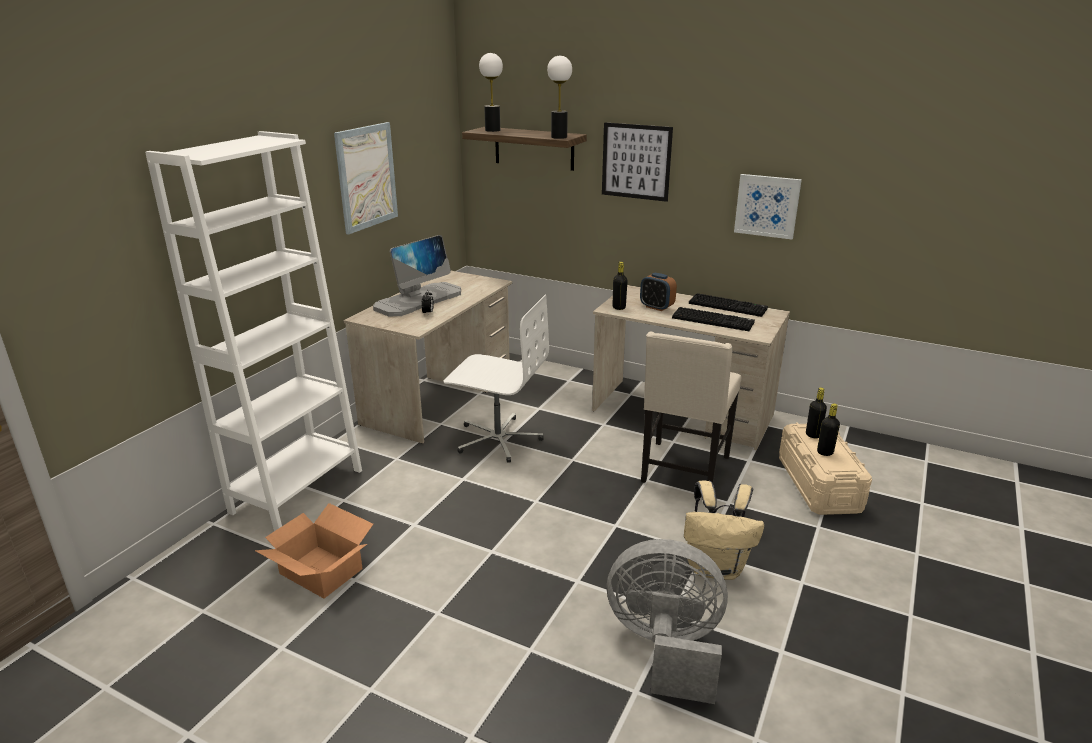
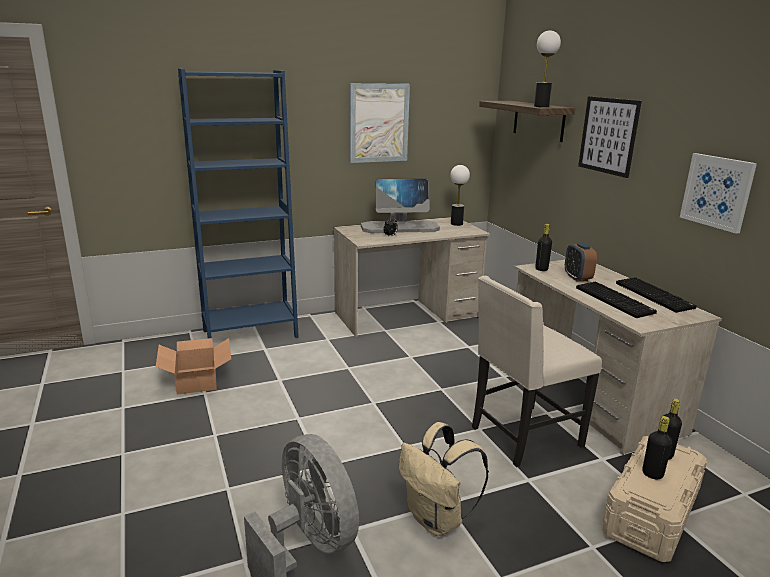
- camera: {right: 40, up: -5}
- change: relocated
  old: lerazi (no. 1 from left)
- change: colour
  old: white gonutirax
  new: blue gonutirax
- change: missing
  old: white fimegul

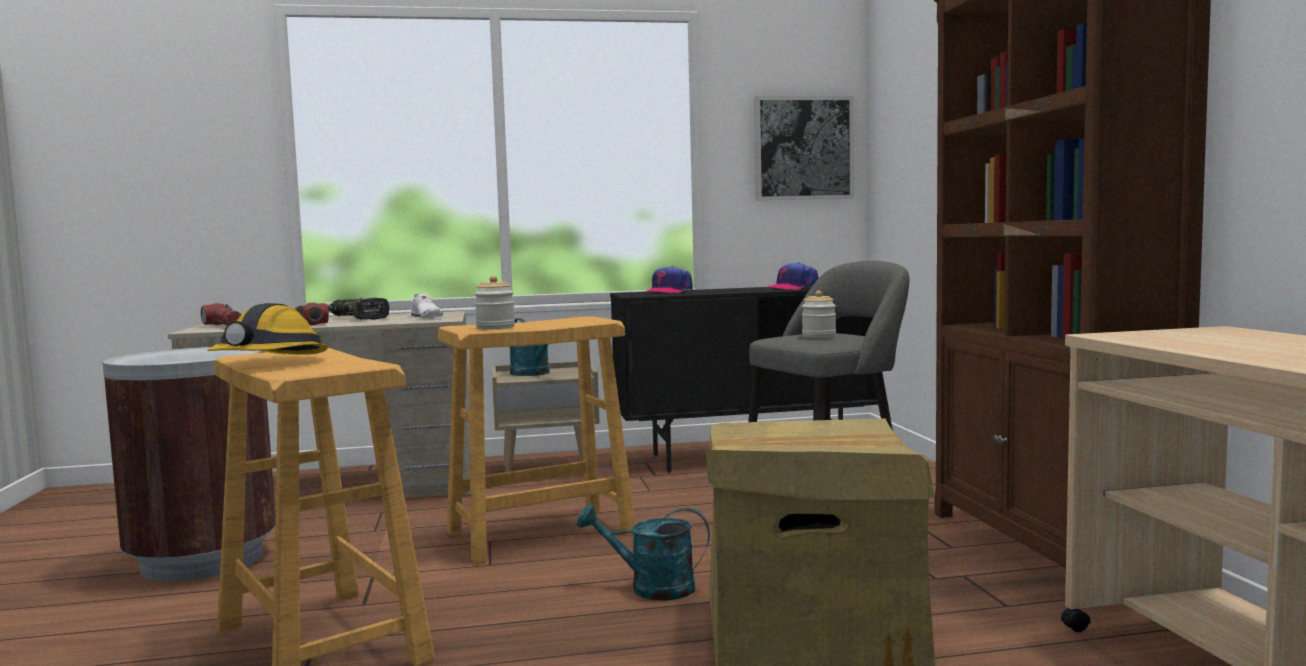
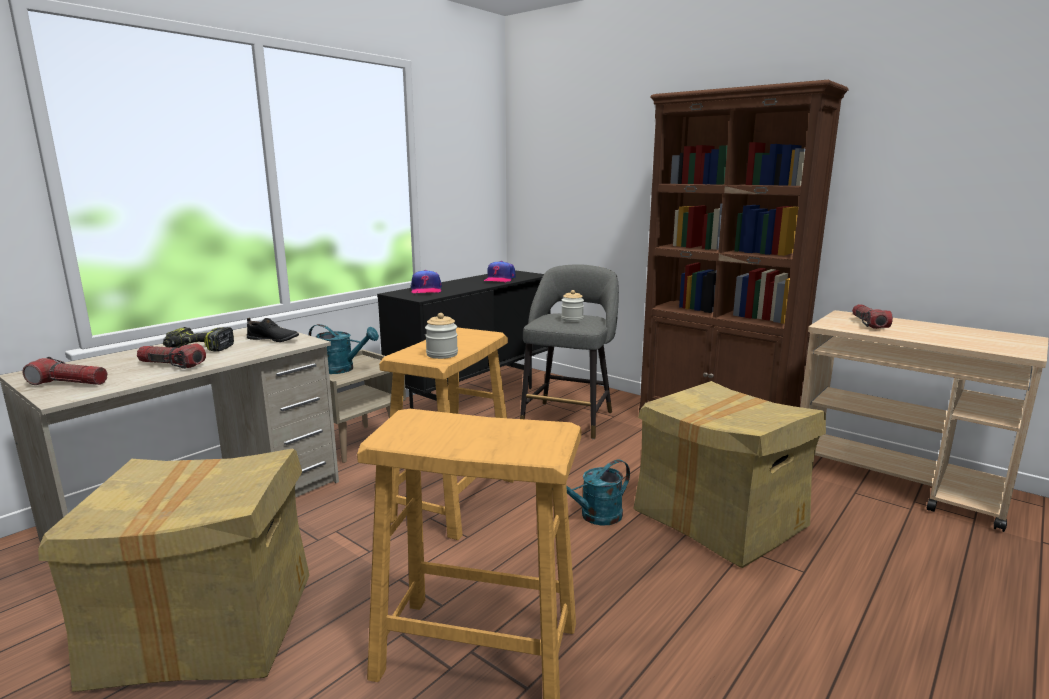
- camera: {right: -40, up: 10}
- change: missing
  old: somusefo
- change: colour
  old: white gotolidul
  new: black gotolidul
- change: missing
  old: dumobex
- change: exchanged
  old: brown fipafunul
  new: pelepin (no. 1 from left)
- change: appeared
  new: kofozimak (no. 3 from left)

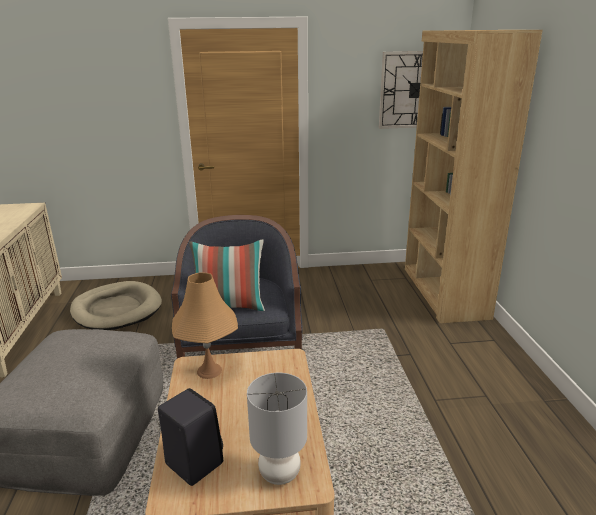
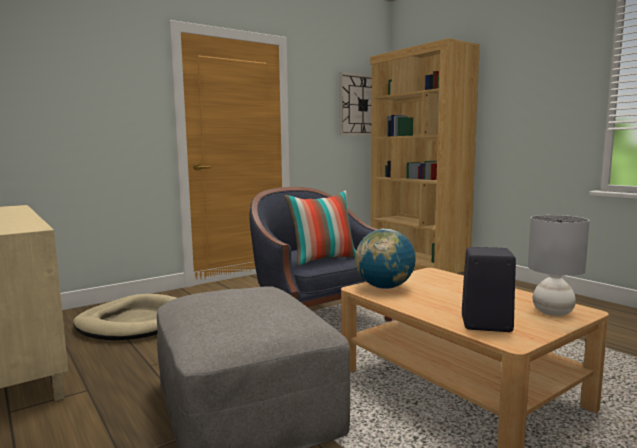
- camera: {right: -30, up: -15}
- change: exchanged
  old: orange lerazi
  new: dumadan

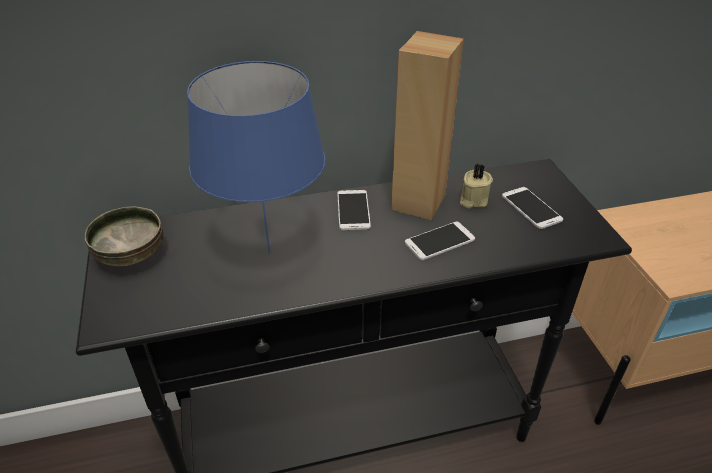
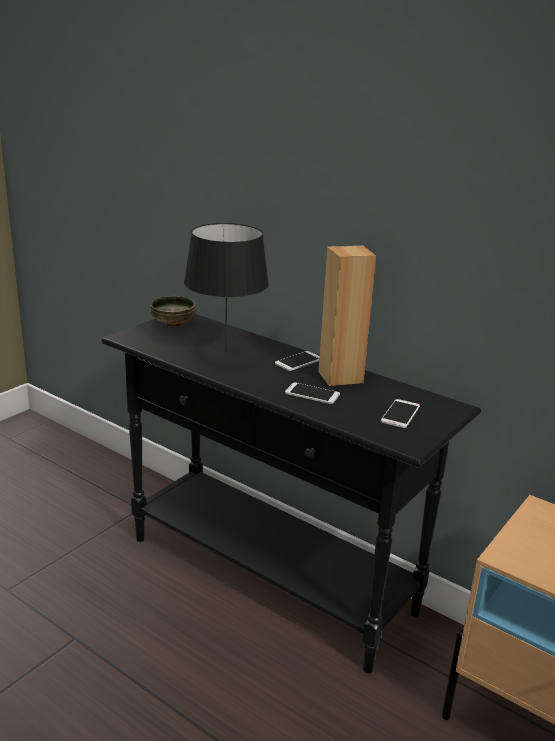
- camera: {right: 50, up: -15}
- change: colour
  old: blue lerazi
  new: black lerazi
- change: missing
  old: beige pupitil

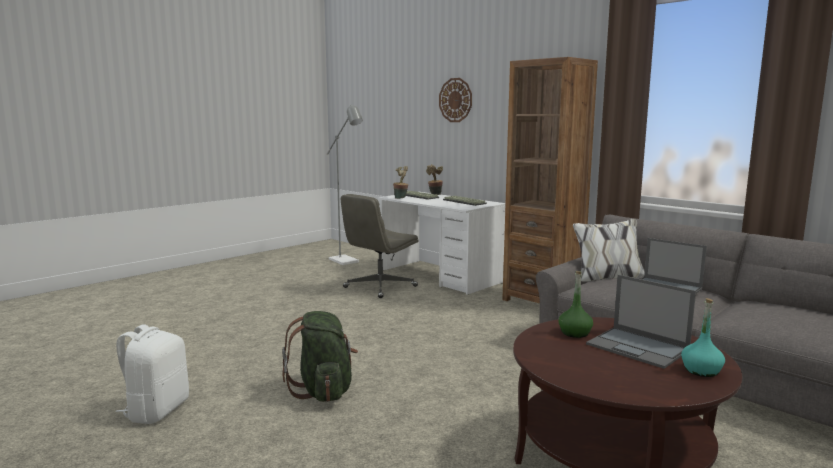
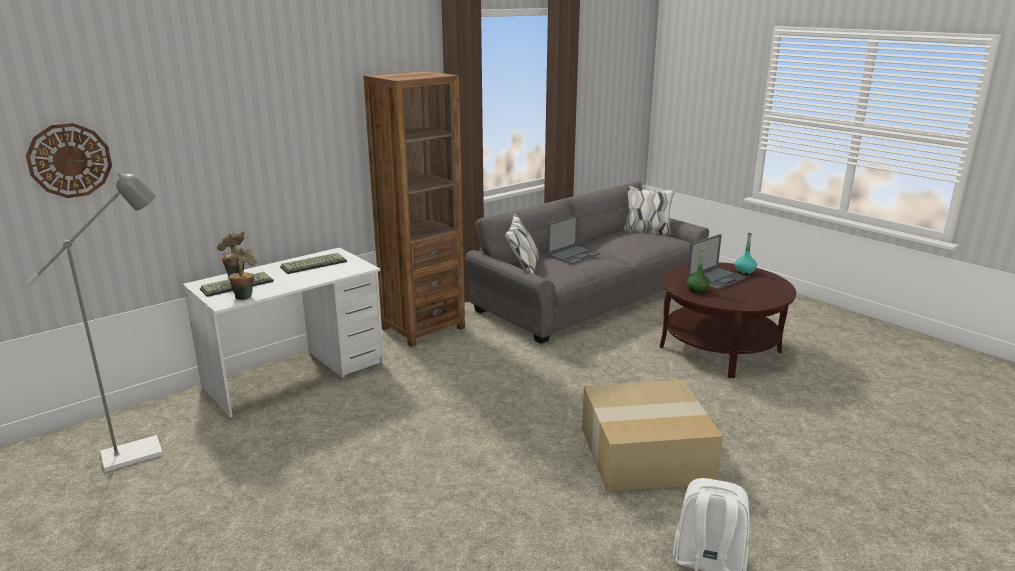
- camera: {right: -85, up: 10}
- change: relocated
  old: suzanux
- change: missing
  old: grey fimegul
- change: exchanged
  old: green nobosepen
  new: pelepin

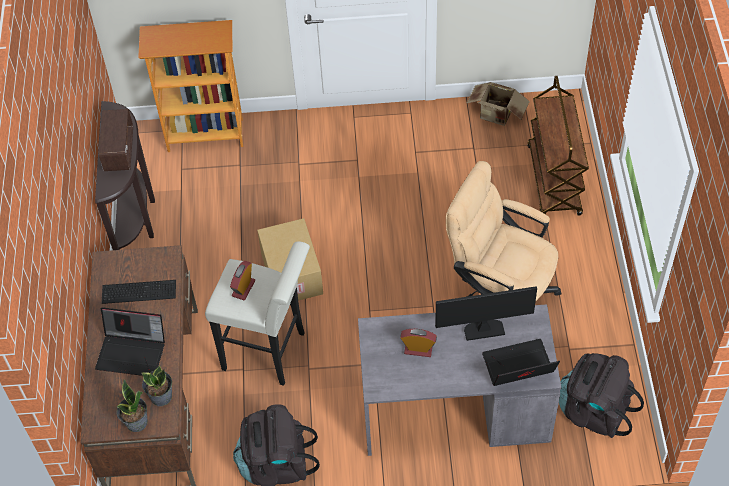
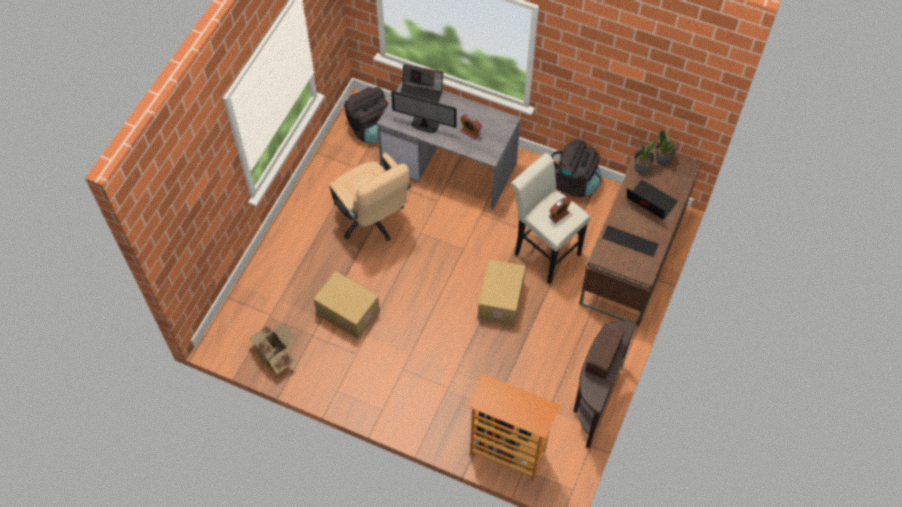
- camera: {right: -155, up: 5}
- change: missing
  old: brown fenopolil
- change: appeared
  new: pelepin (no. 2 from left)

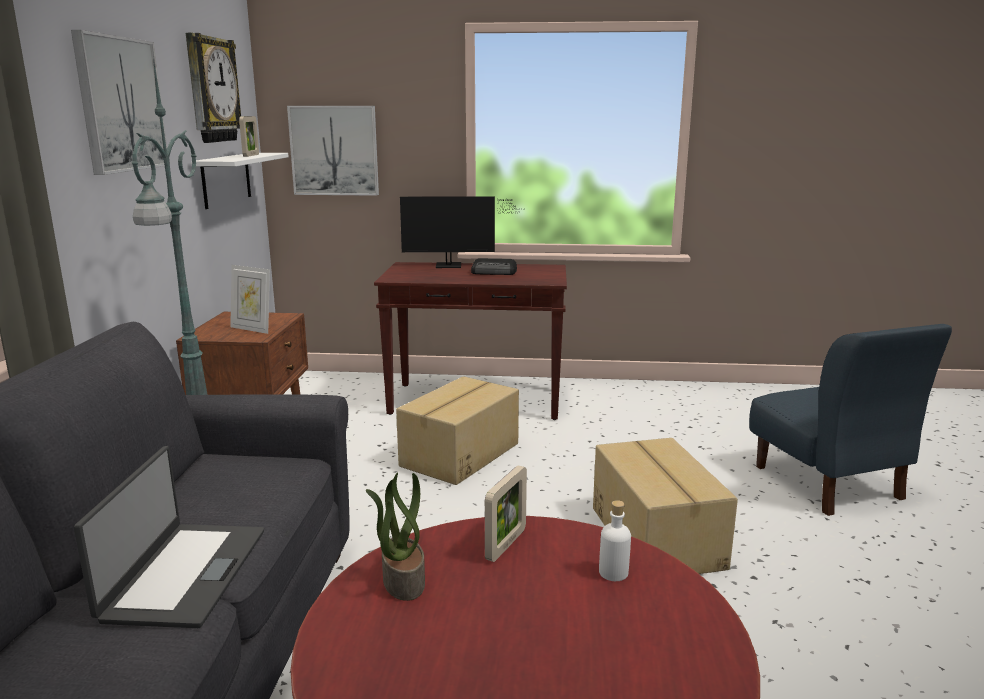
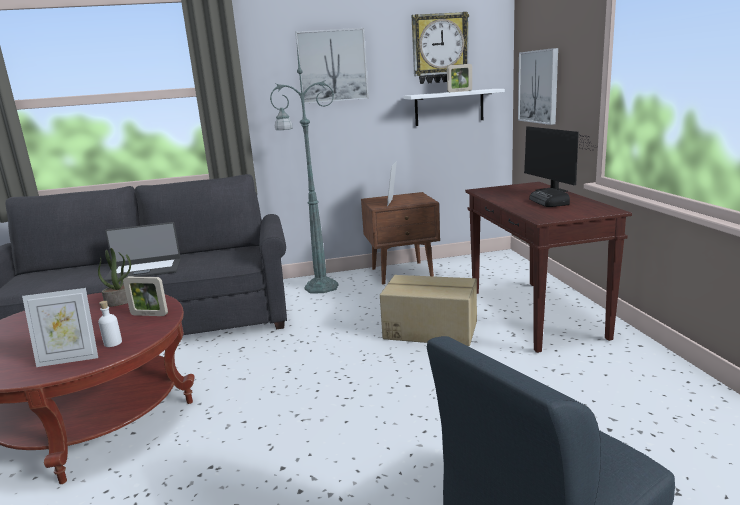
- camera: {right: 75, up: 0}
- change: missing
  old: pelepin (no. 2 from left)
- change: appeared
  new: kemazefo (no. 1 from left)

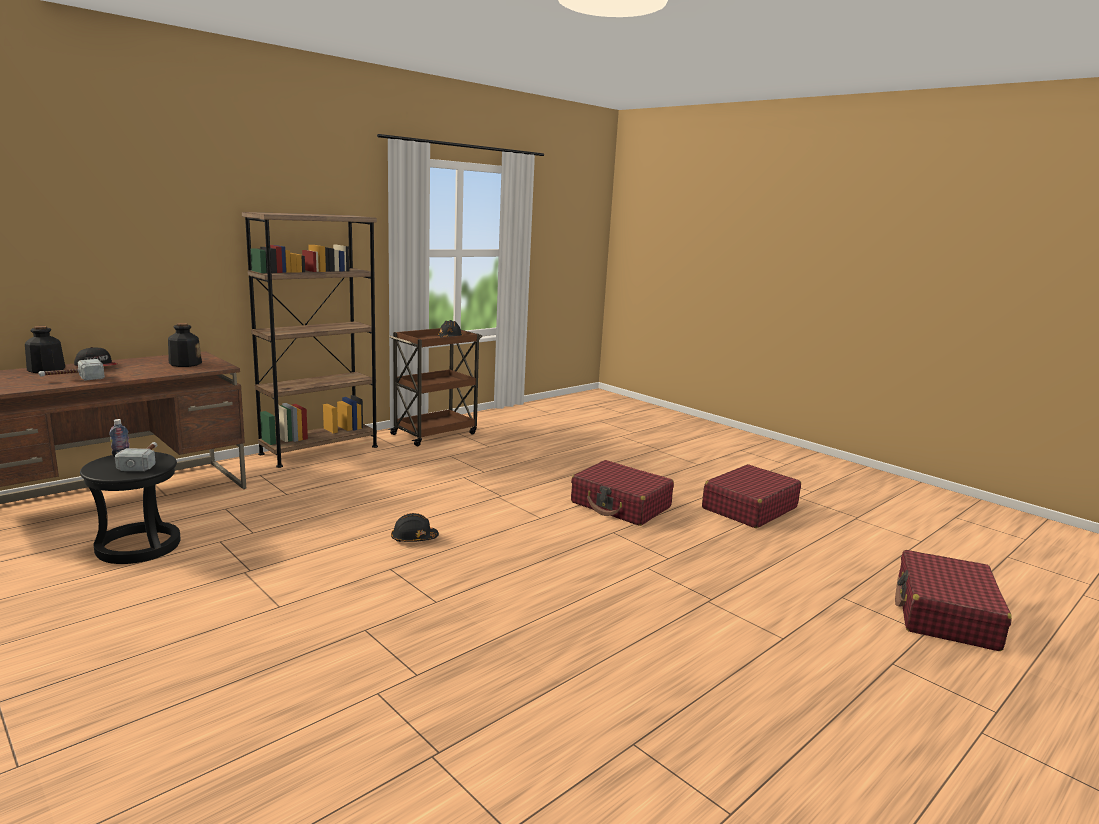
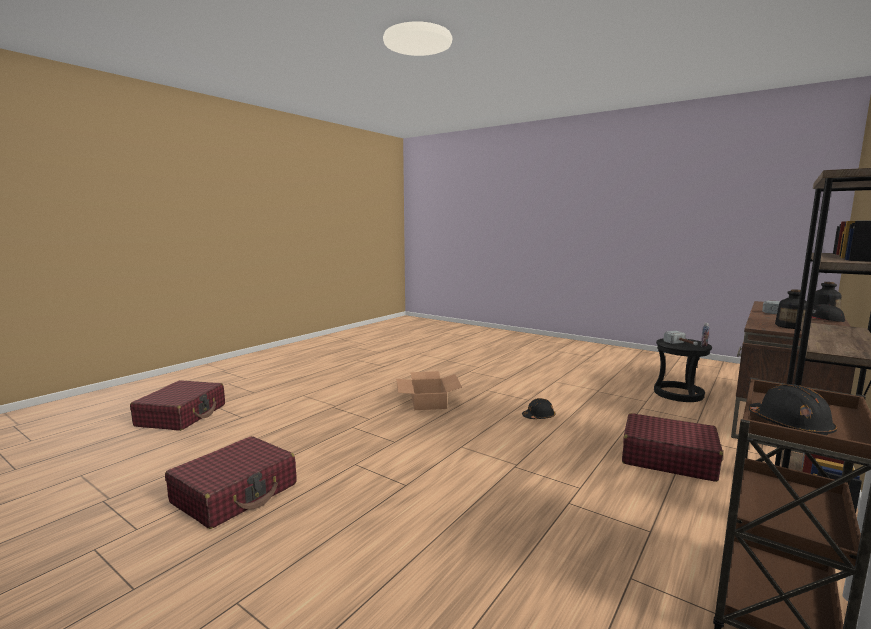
- camera: {right: 170, up: -5}
- change: relocated
  old: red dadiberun (no. 1 from left in the first image)
  new: red dadiberun (no. 3 from left)
- change: appeared
  new: pelepin

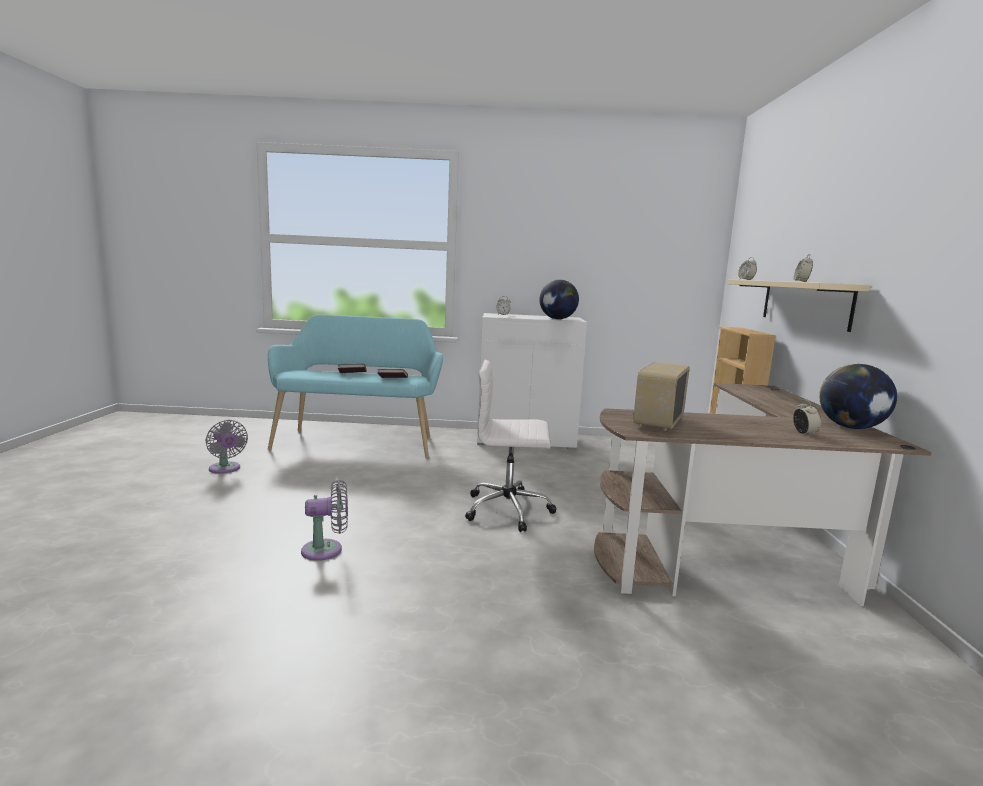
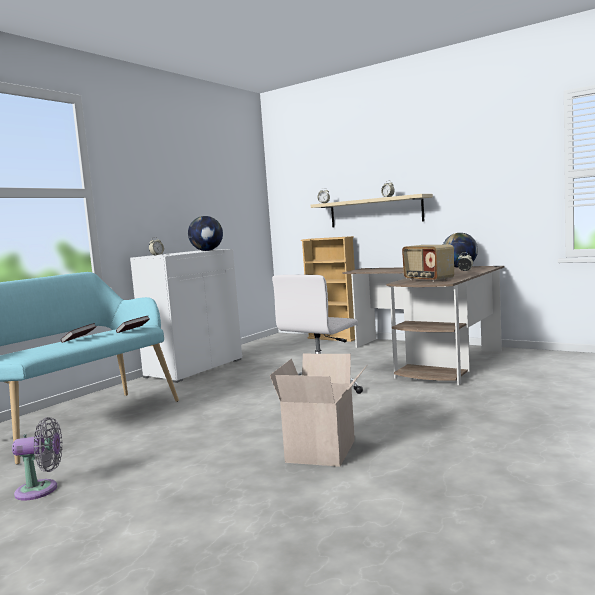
- camera: {right: -55, up: -5}
- change: exchanged
  old: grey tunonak (no. 2 from left)
  new: pelepin

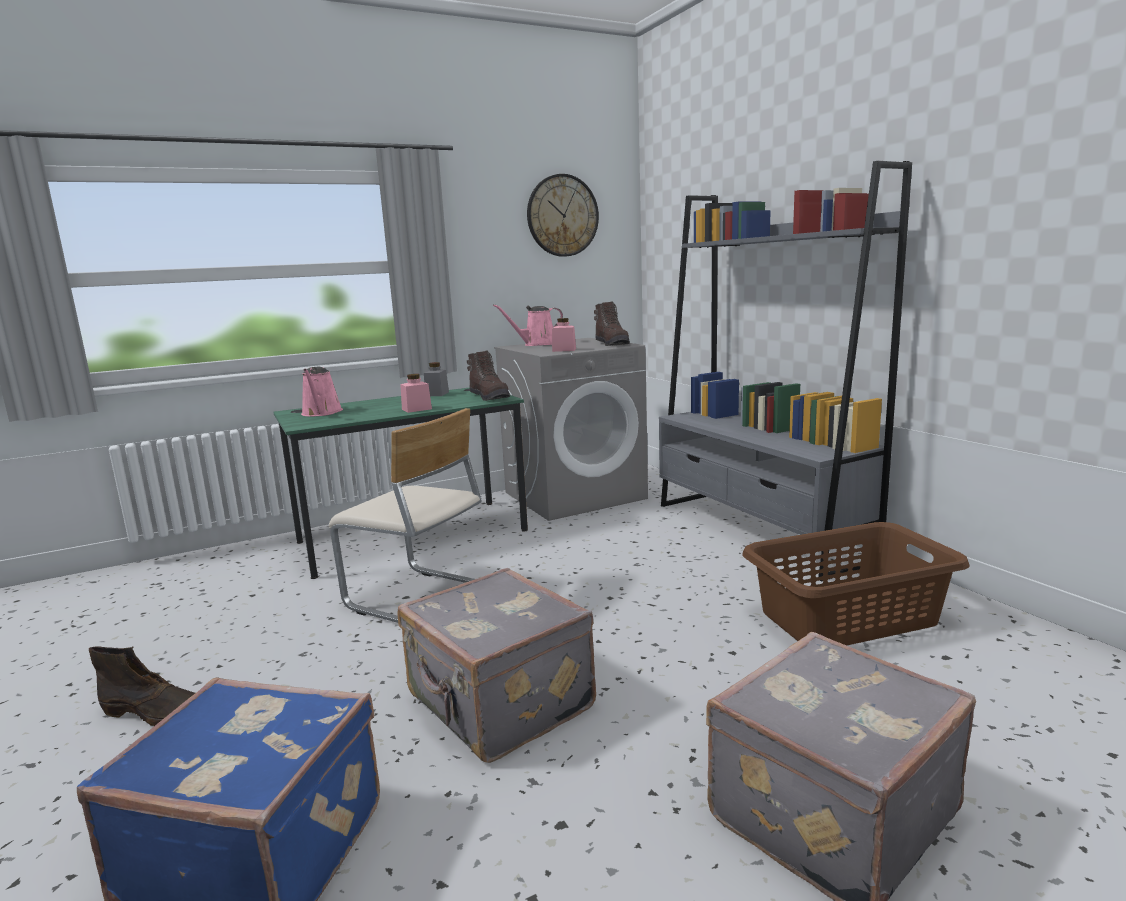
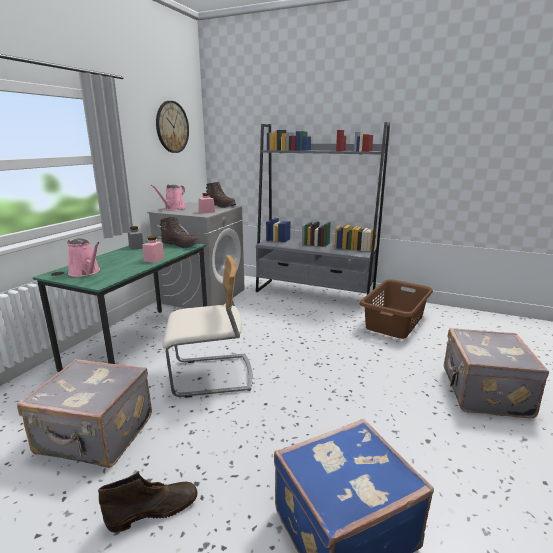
- camera: {right: -40, up: 5}
- change: relocated
  old: grey dadiberun (no. 1 from left)

